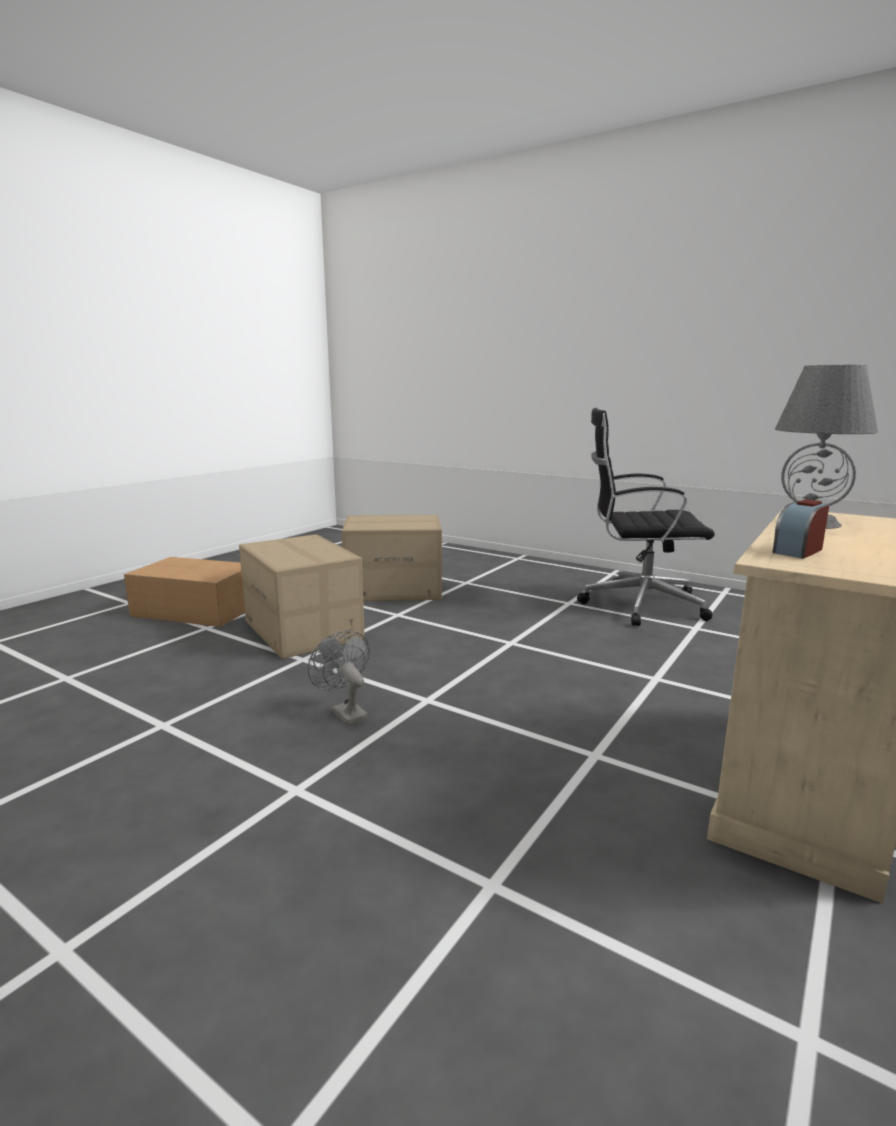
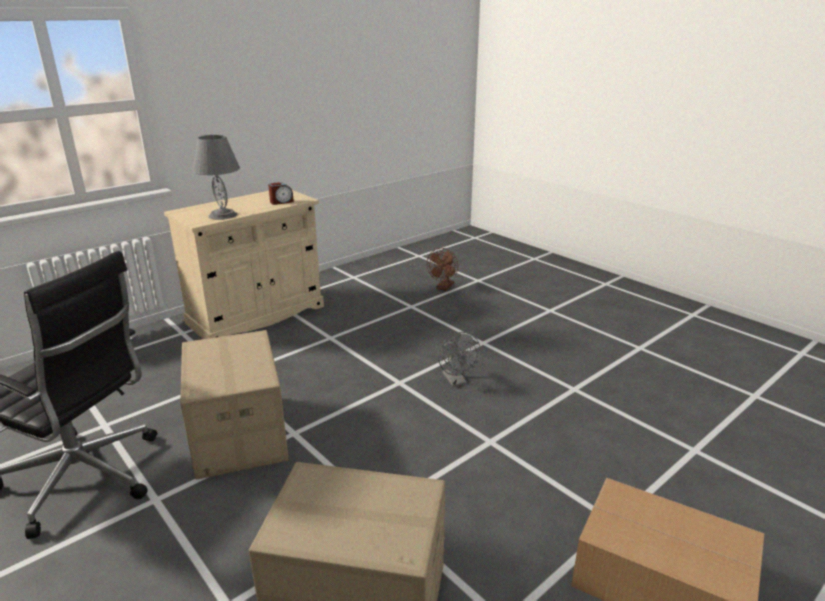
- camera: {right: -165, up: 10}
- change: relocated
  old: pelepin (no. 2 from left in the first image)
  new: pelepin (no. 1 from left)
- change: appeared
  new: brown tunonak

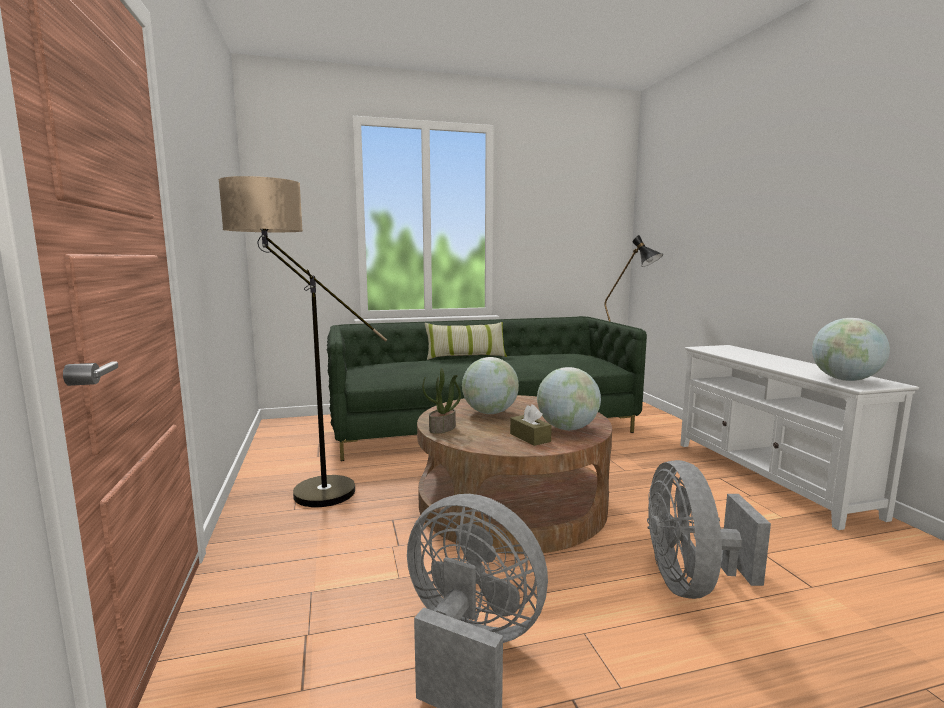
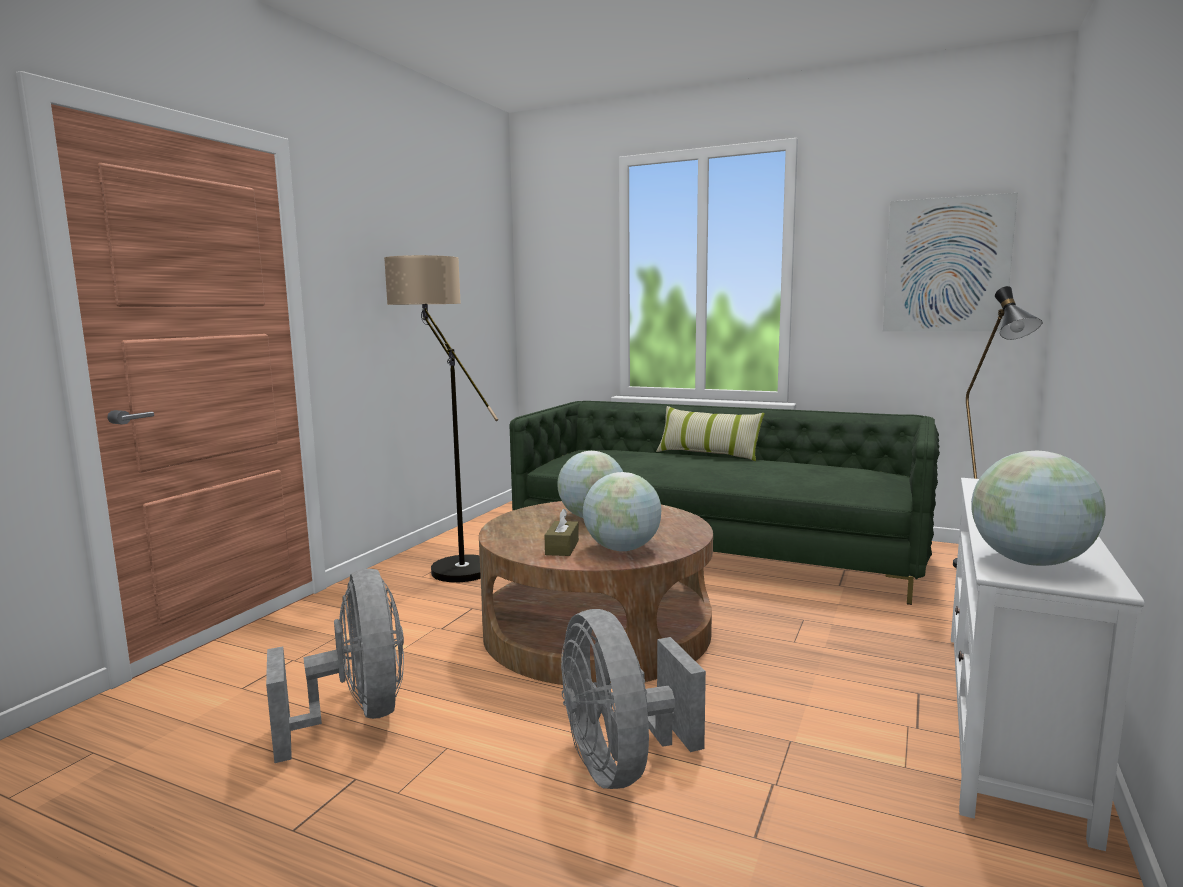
- camera: {right: 40, up: 0}
- change: missing
  old: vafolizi
- change: spun
  old: grey tunonak (no. 2 from left)
  degrees: -60
- change: appeared
  new: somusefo

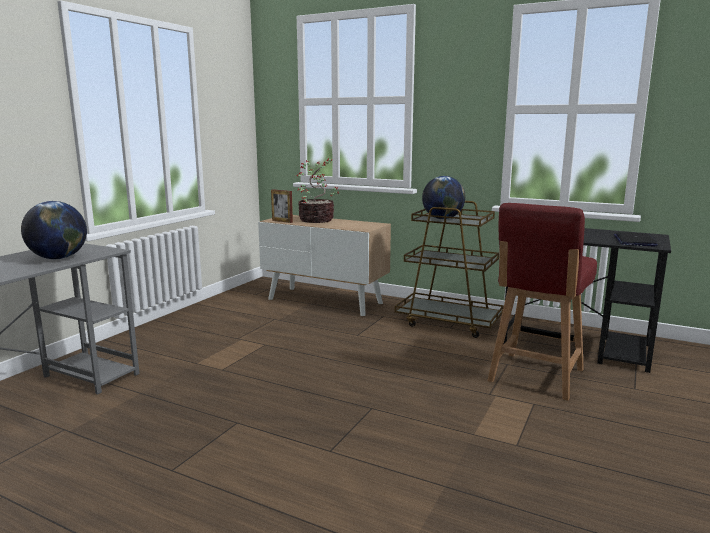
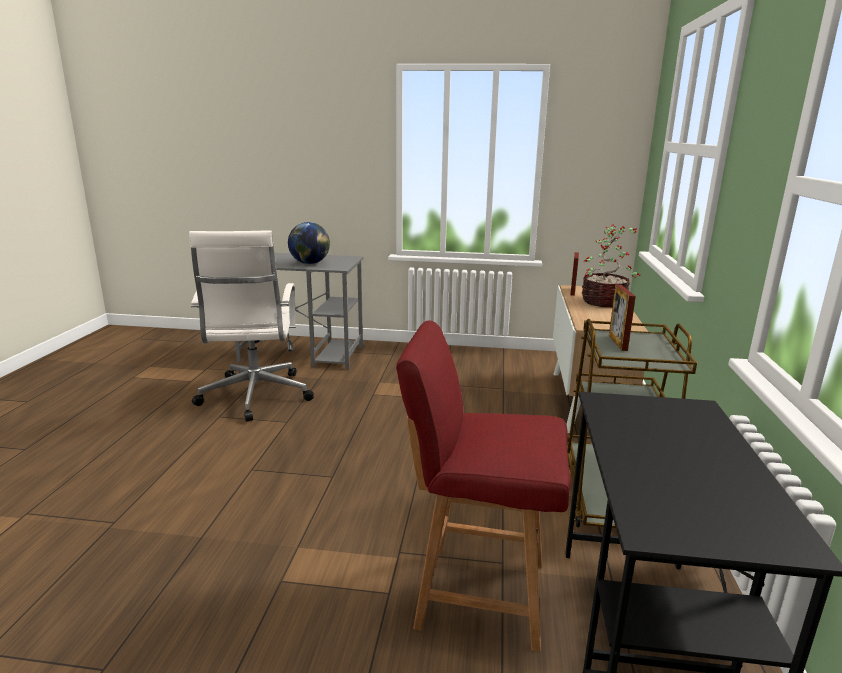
- camera: {right: 70, up: 5}
- change: exchanged
  old: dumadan (no. 2 from left)
  new: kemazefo (no. 2 from left)
- change: missing
  old: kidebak
- change: appeared
  new: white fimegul

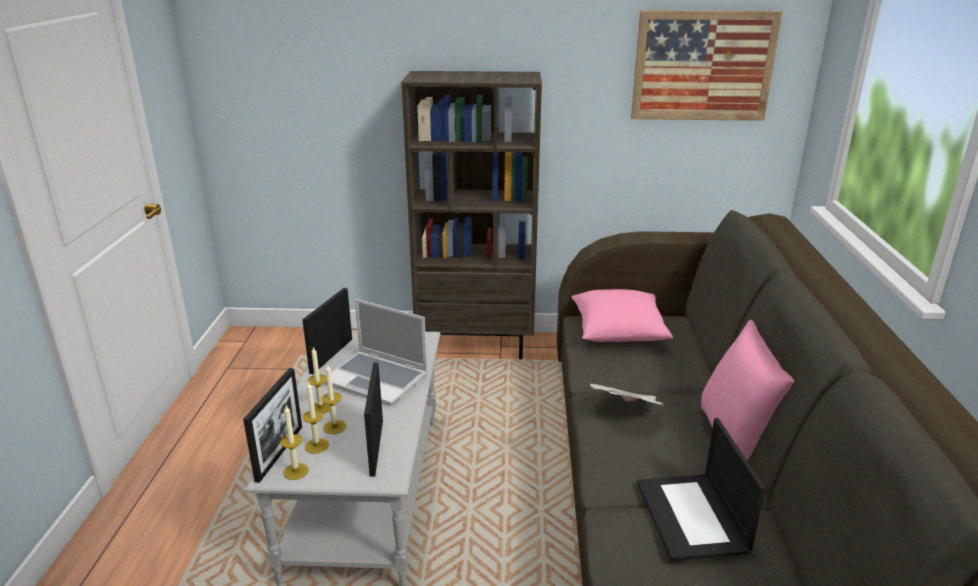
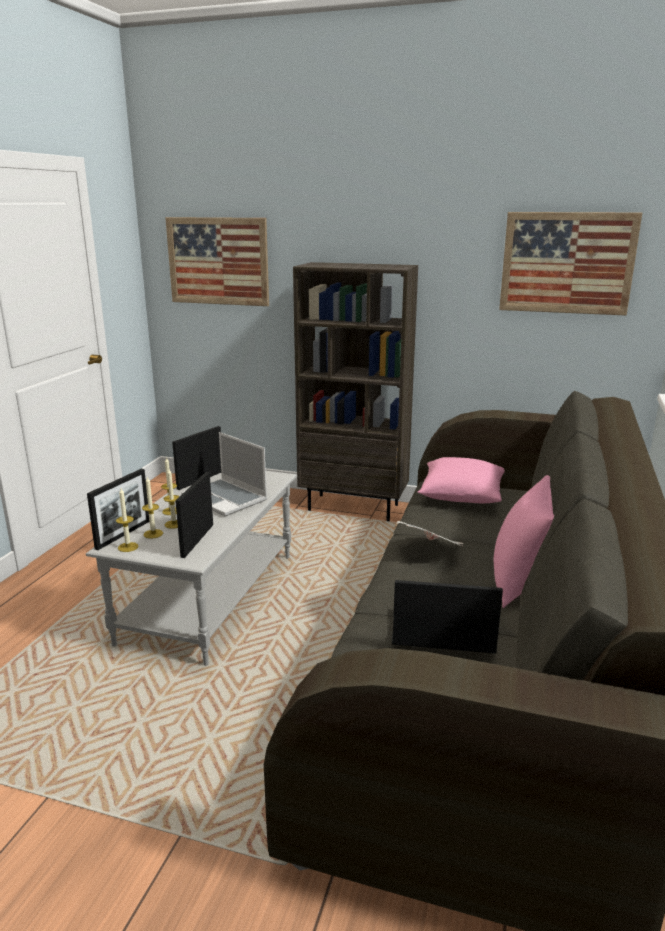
- camera: {right: 15, up: -5}
- change: spun
  old: kidebak (no. 2 from left)
  degrees: 90
- change: appeared
  new: somusefo (no. 1 from left)

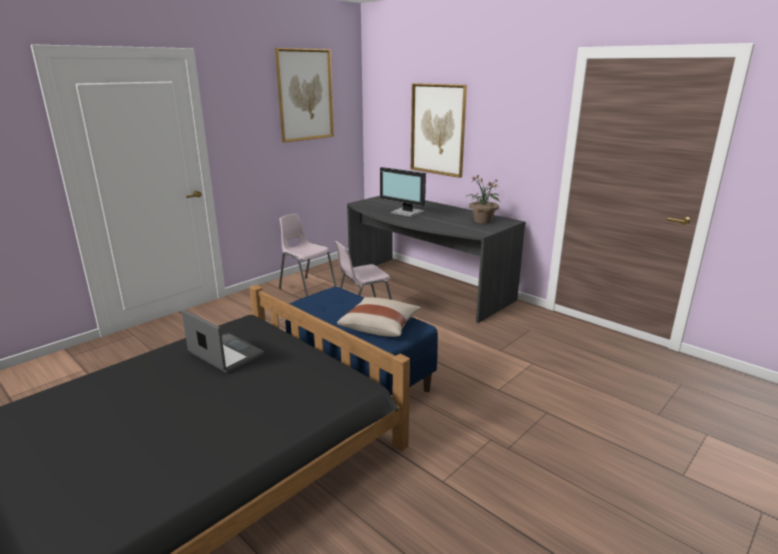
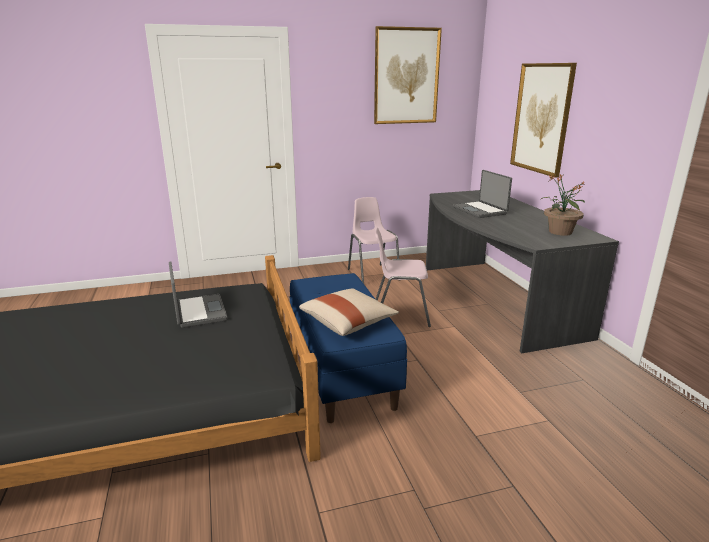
- camera: {right: 30, up: 0}
- change: exchanged
  old: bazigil
  new: kidebak (no. 2 from left)

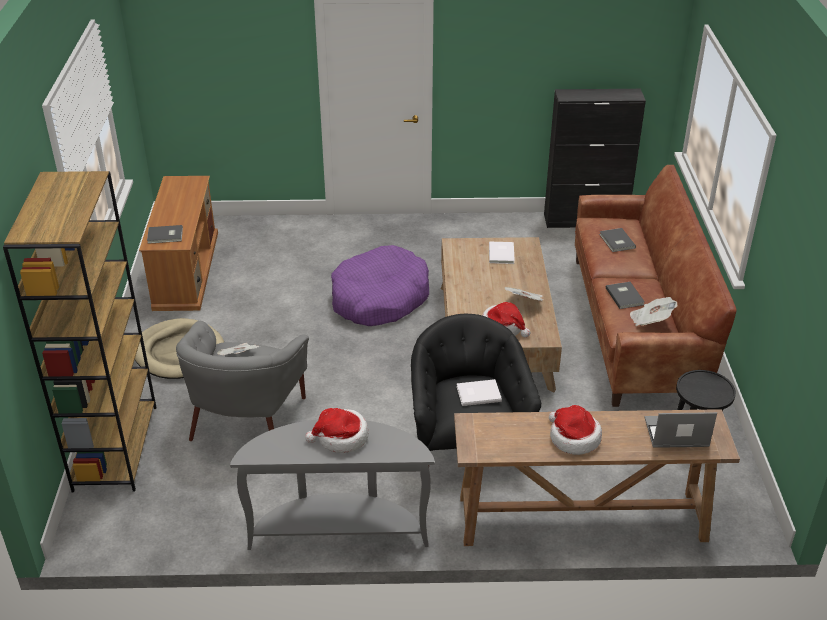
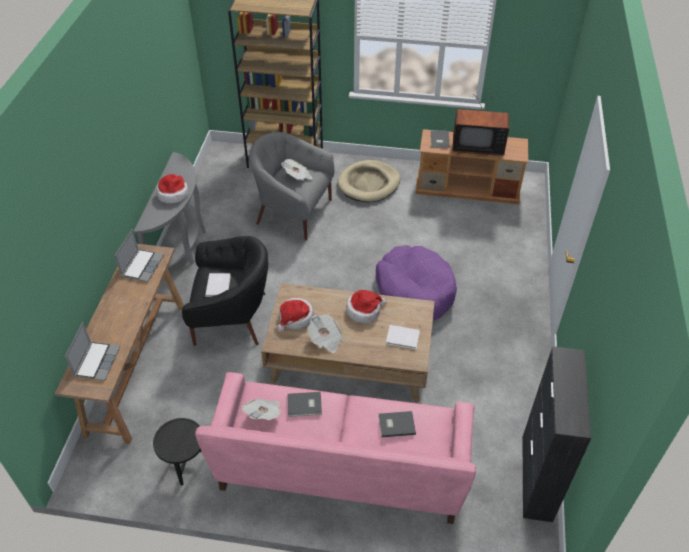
- camera: {right: 100, up: 10}
- change: colour
  old: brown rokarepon
  new: pink rokarepon
- change: relocated
  old: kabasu (no. 3 from left)
- change: appeared
  new: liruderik
- change: appeared
  new: kidebak (no. 2 from left)

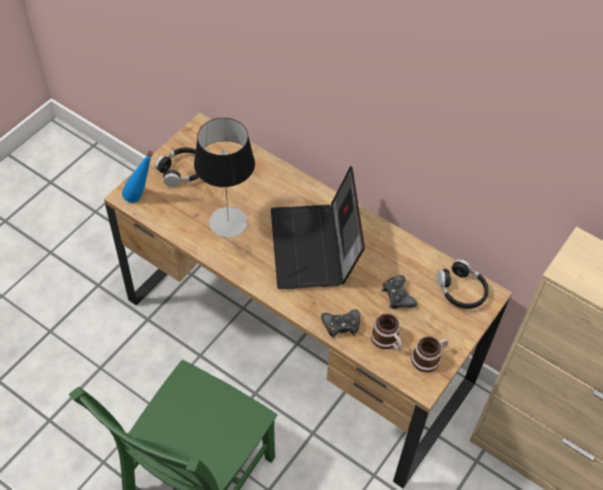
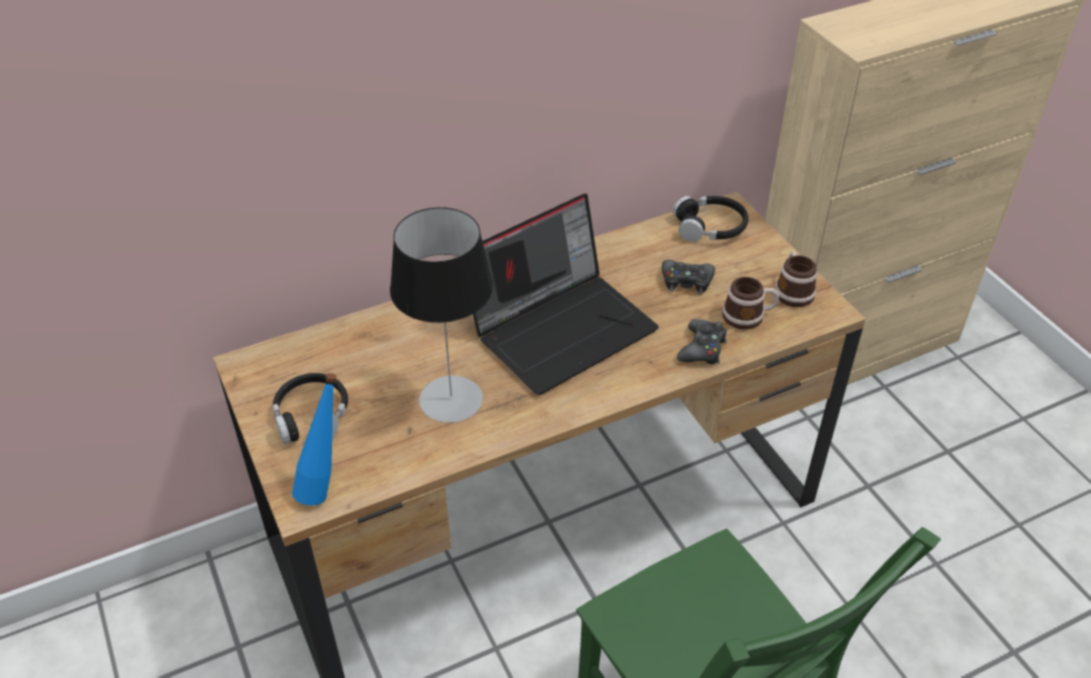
- camera: {right: -60, up: -10}
- change: spun
  old: kidebak
  degrees: -60

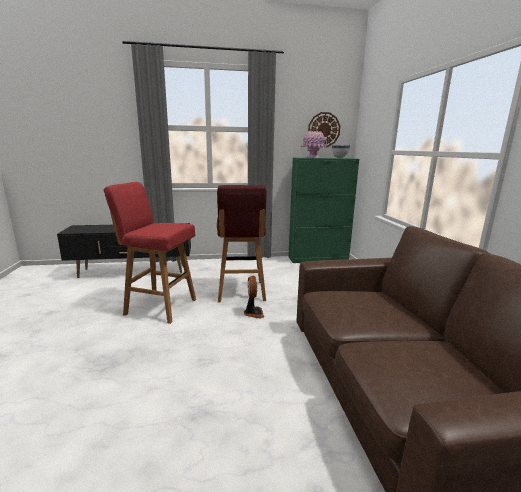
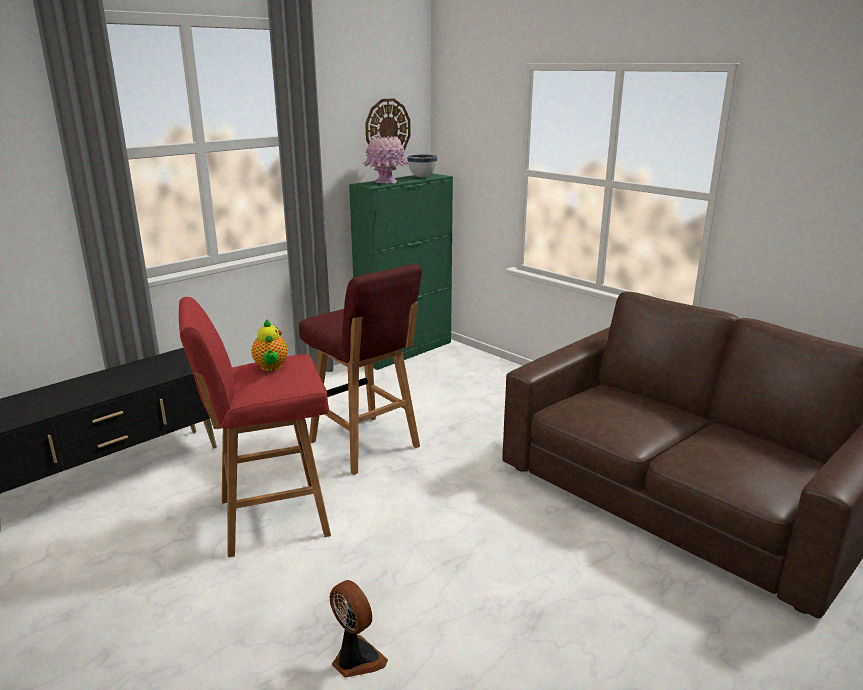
- camera: {right: -35, up: 5}
- change: relocated
  old: tunonak
- change: appeared
  new: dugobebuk

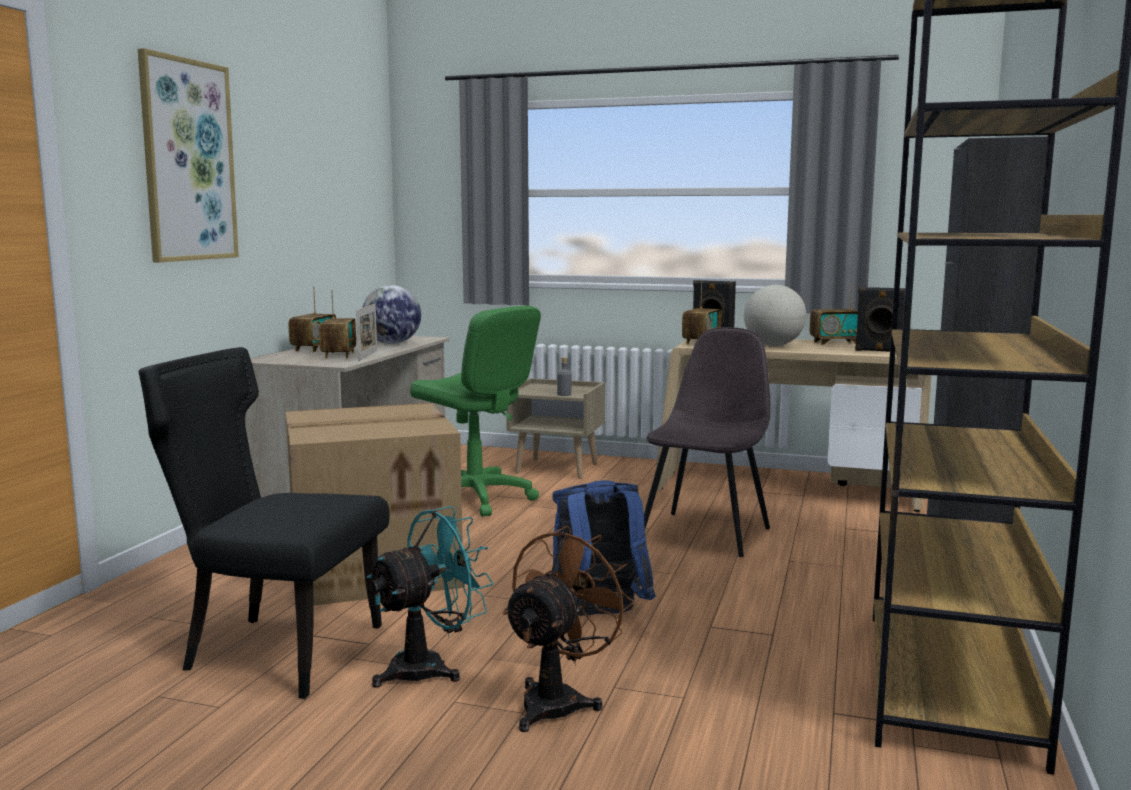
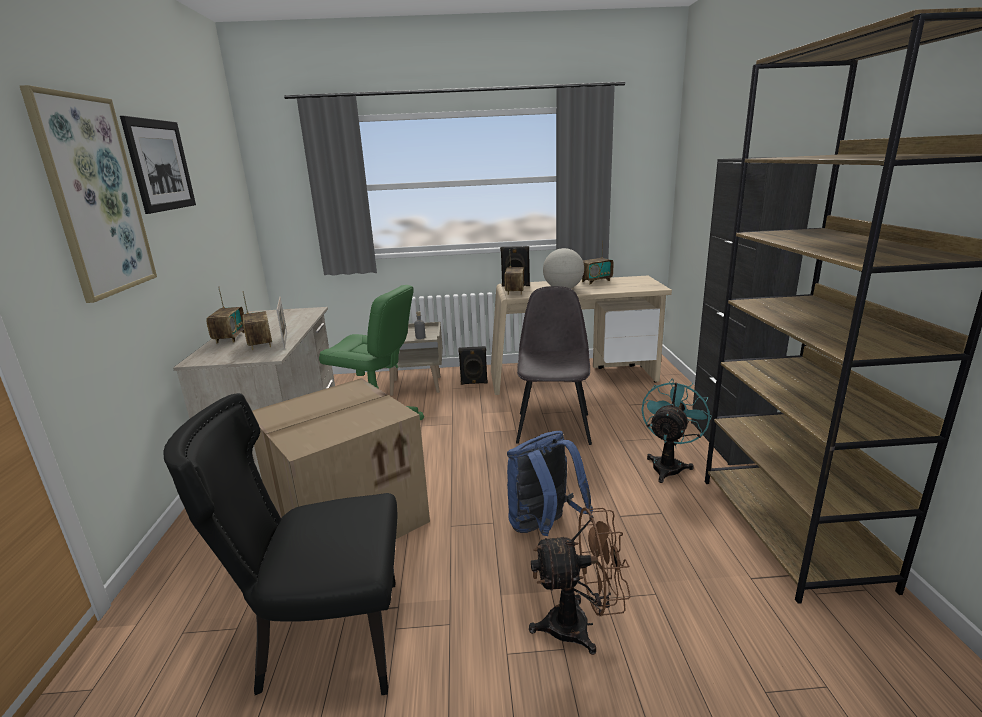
- camera: {right: -20, up: 10}
- change: missing
  old: dumadan (no. 1 from left)
- change: relocated
  old: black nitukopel (no. 2 from left in the first image)
  new: black nitukopel (no. 1 from left)
- change: relocated
  old: turquoise tunonak
- change: spun
  old: brown tunonak
  degrees: 75
- change: appeared
  new: somusefo (no. 2 from left)

